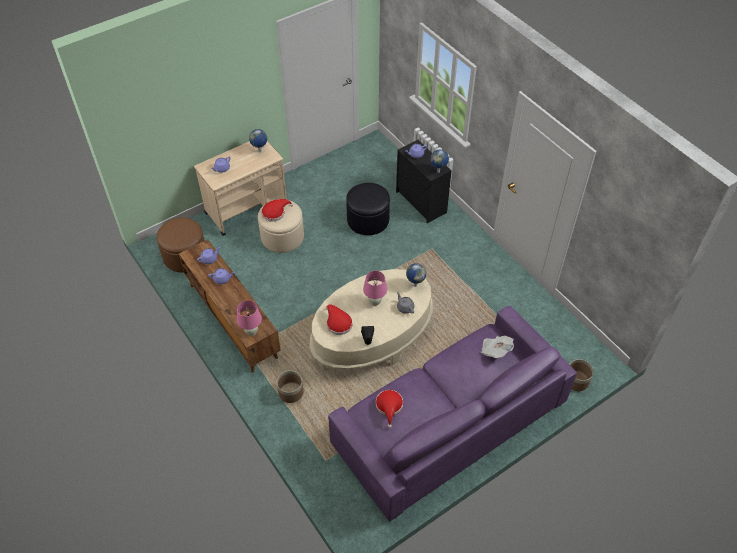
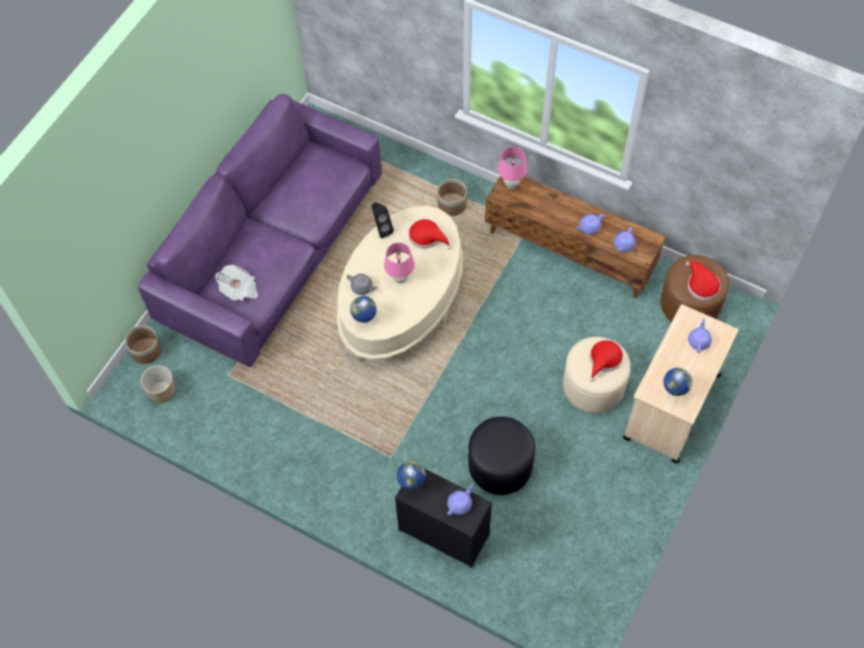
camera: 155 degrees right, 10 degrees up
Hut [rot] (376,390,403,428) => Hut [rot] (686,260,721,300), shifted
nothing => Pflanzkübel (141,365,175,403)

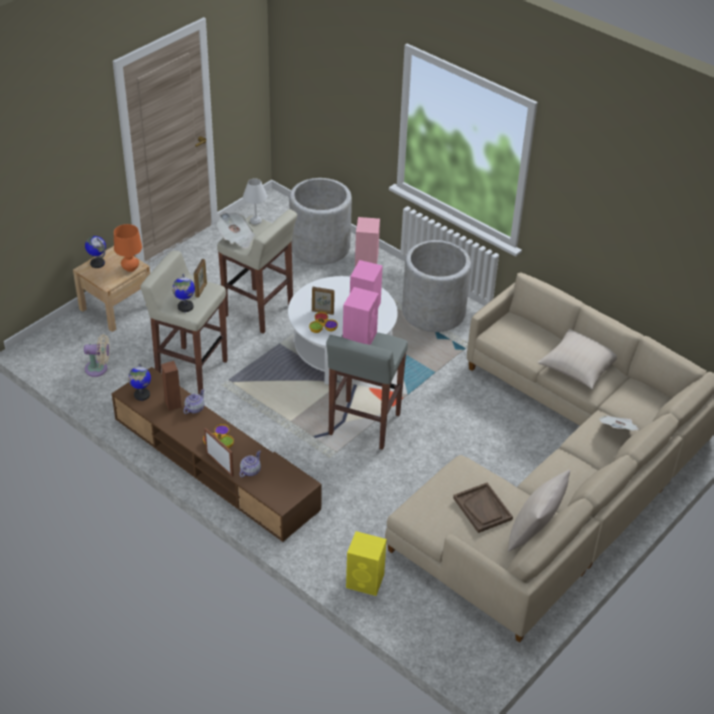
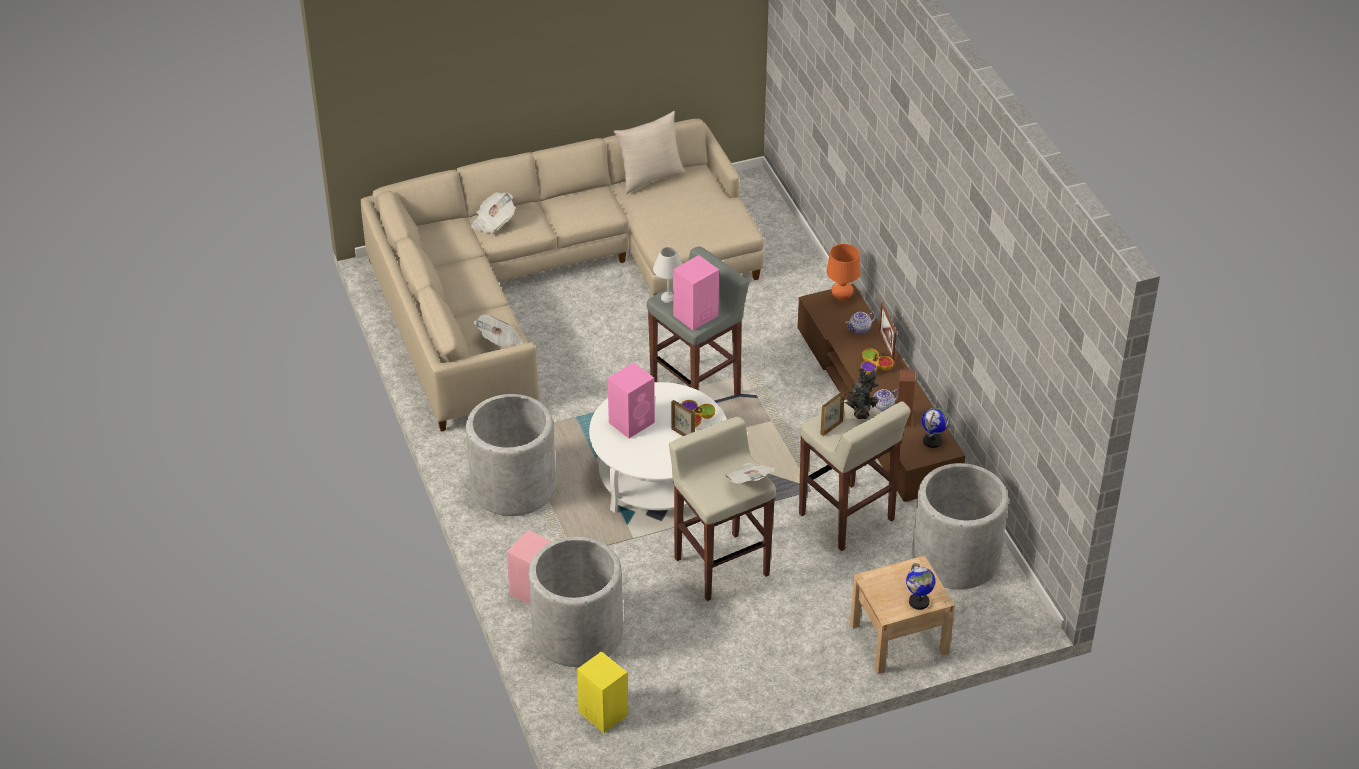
camera: 150 degrees left, 0 degrees up
Ventilator [beige] (84,334,110,377) => Pflanzkübel [grau] (912,463,1008,589)
Tischlampe [orange] (114,224,142,272) => Tischlampe [orange] (826,244,860,301), shifted
Globus (172,274,195,312) => Topfpflanze (844,368,879,419)
Tischlampe [weiß] (243,178,267,225) => Tischlampe [weiß] (653,247,682,303), shifted
Lautsprecher [gelb] (346,531,387,596) => Lautsprecher [gelb] (577,651,628,733), shifted
Tablett [braun] (453,483,513,533) => nothing
Kissen [beige] (537,329,617,389) => nothing
nothing => Zeitung (474,314,524,347)

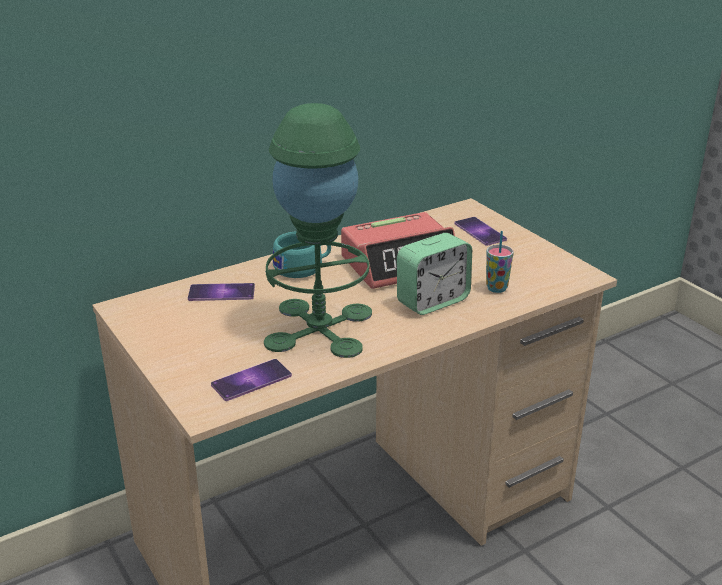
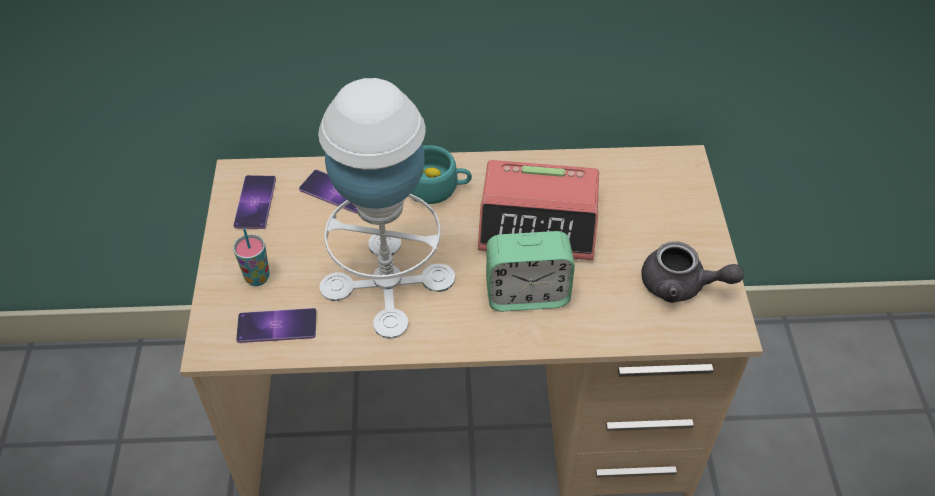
camera: 30 degrees right, 20 degrees up
Tischlampe [grün] (264,103,372,358) => Tischlampe [weiß] (318,78,455,339)
Handy (454,217,507,246) => Handy (233,175,276,229), shifted
Tasse (486,231,514,293) => Tasse (233,228,270,286), shifted
nothing => Teekanne [grau] (641,241,744,303)

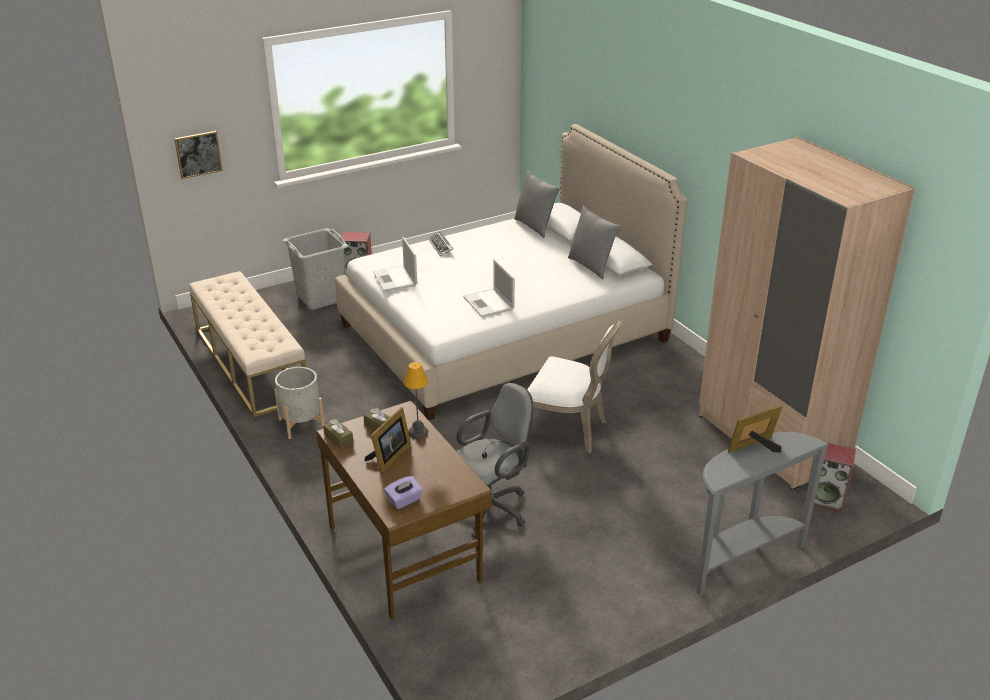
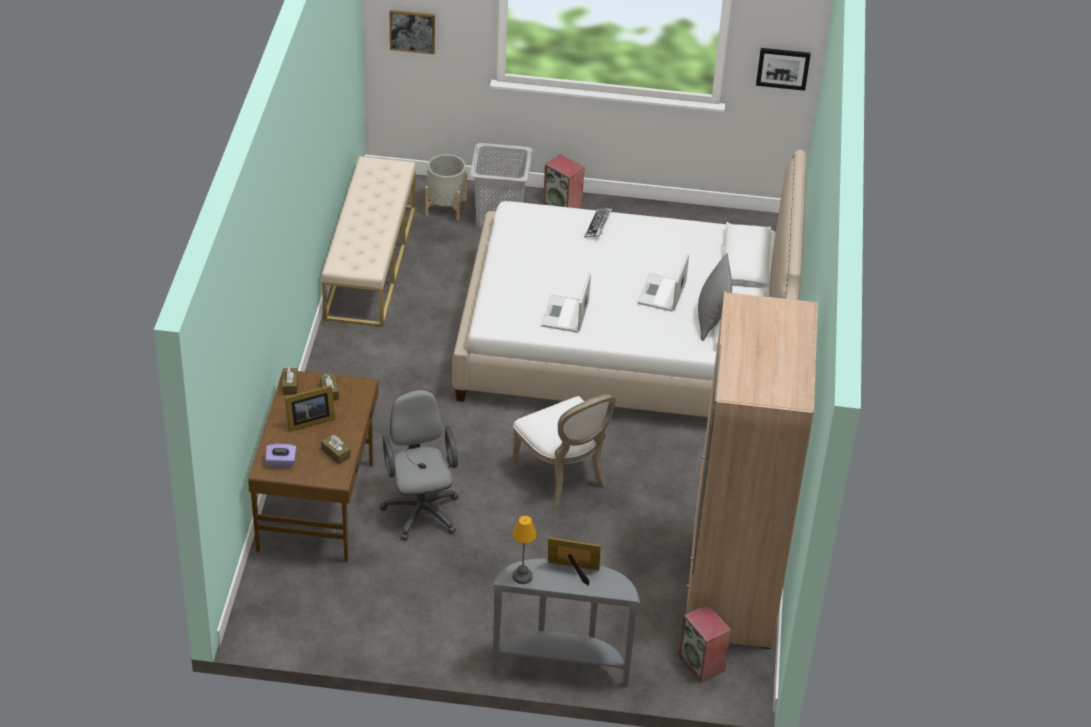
camera: 35 degrees right, 10 degrees up
Pflanzkübel [grau] (274,367,324,439) => Pflanzkübel [grau] (425,154,467,220), shifted
Laptop (373,237,417,292) => Laptop (637,253,689,311), shifted
Tischlampe (404,362,428,439) => Tischlampe (512,516,537,584), shifted
Bürostuhl [grau] (456,383,533,538) => Bürostuhl [grau] (380,389,459,541), 105 degrees counterclockwise
Kissen [grau] (514,170,560,238) => nothing
nothing => Taschentuchbox [braun] (321,435,350,464)
nothing => Bild (756,48,811,91)

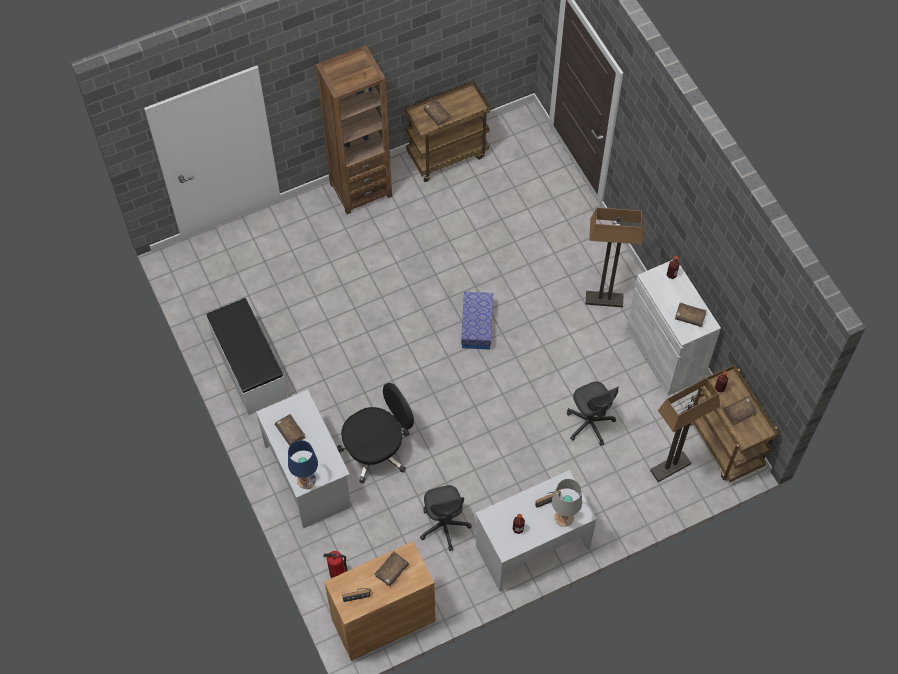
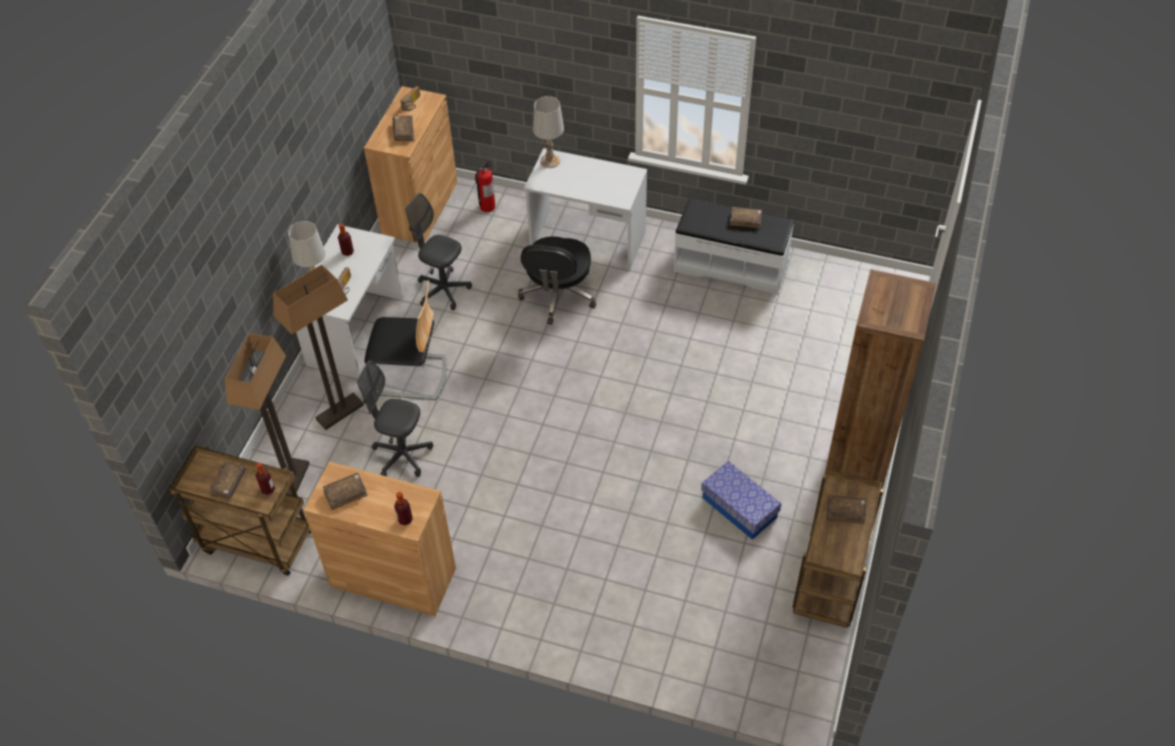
camera: 135 degrees right, 10 degrees down
Buch [braun] (275,414,306,446) => Buch [braun] (730,207,762,229), shifted
Tischlampe [blau] (288,440,318,489) => Tischlampe [weiß] (533,96,564,168)
Aufbewahrungsbox (461,292,493,350) => Aufbewahrungsbox (701,461,781,540), shifted
Stehlampe (586,207,643,307) => Stehlampe (273,265,364,430), shifted
Schrank [weiß] (626,260,721,396) => Schrank [braun] (303,461,456,616)
nothing => Stuhl (364,280,447,400)

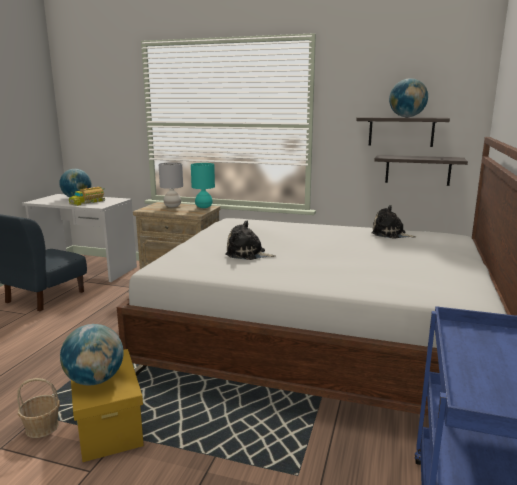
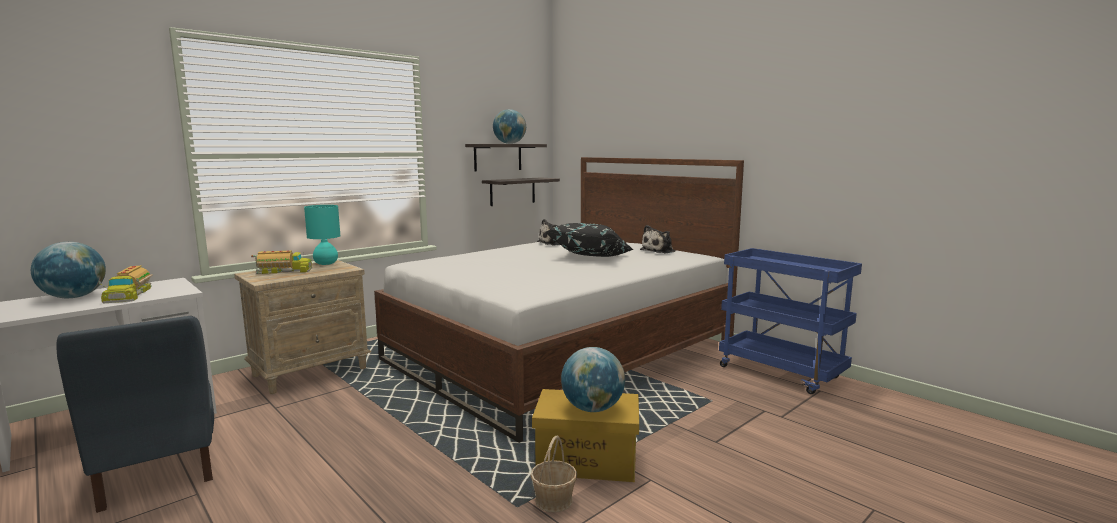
camera: 60 degrees left, 5 degrees down
Tischlampe [grau] (159,162,183,208) => Spielzeuglaster (251,250,312,274)
Plüschtier (225,221,276,260) => Plüschtier (640,225,675,254), shifted
nothing => Kissen [schwarz] (546,223,633,257)

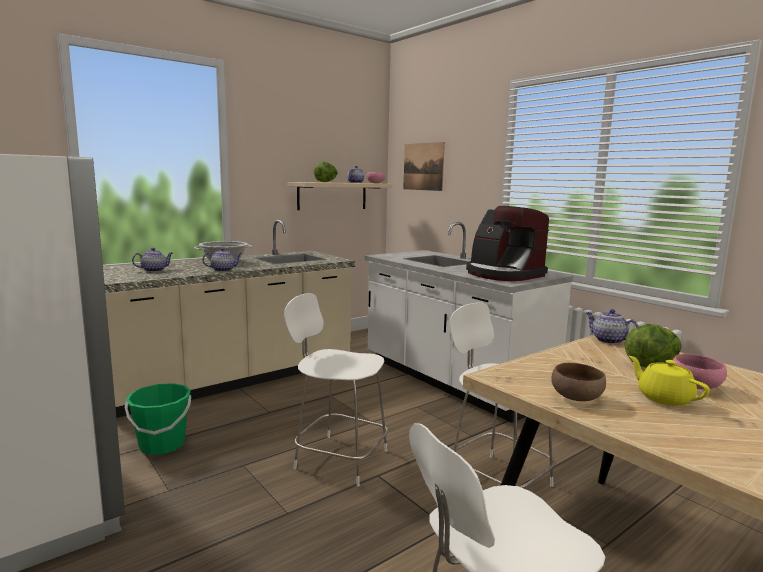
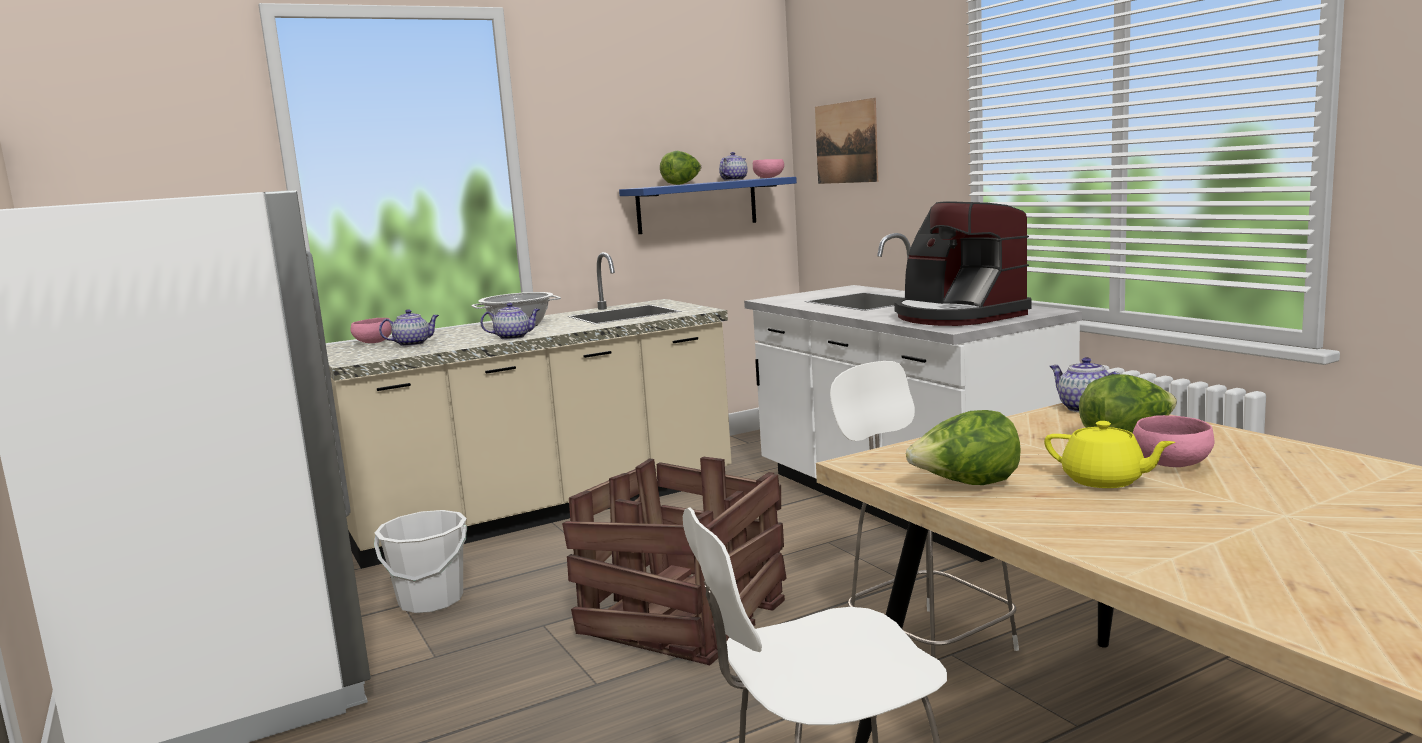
camera: 10 degrees right, 0 degrees up
Eimer [grün] (125,383,191,455) => Eimer [weiß] (374,510,467,613)
Stuhl [weiß] (284,293,388,486) => Kiste (562,456,787,665)
Wandregal [beige] (288,182,392,210) => Wandregal [blau] (619,177,797,234)
Schüssel [braun] (551,363,606,401) => Salatkopf (906,410,1021,485)
Teekanne [gelb] (629,356,710,406) => Teekanne [gelb] (1044,421,1176,488), 150 degrees clockwise
nothing => Schüssel [rosa] (351,318,392,343)

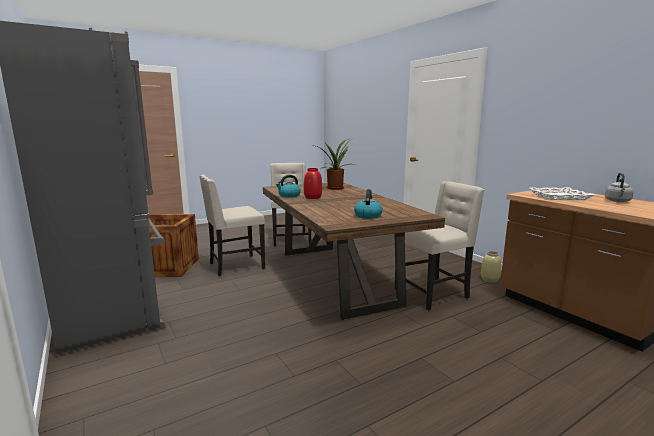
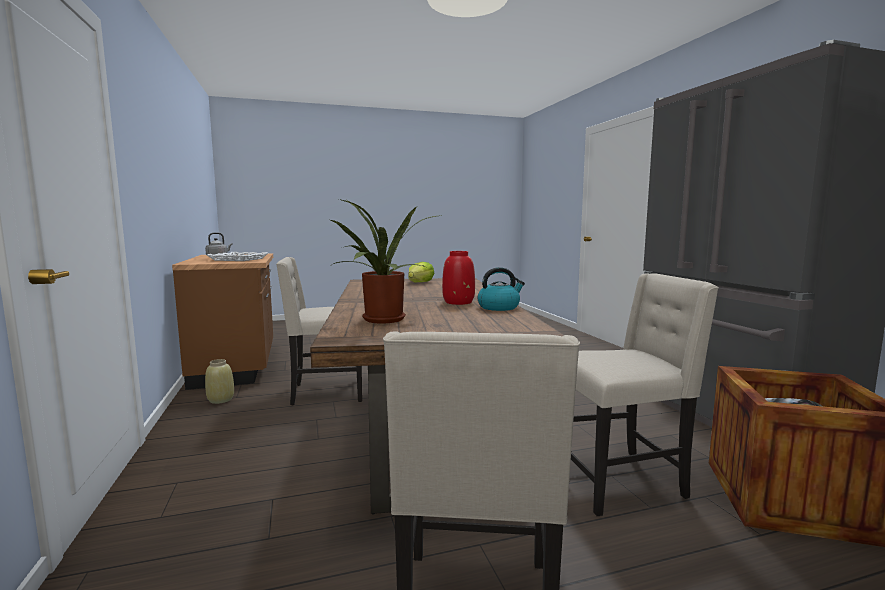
camera: 165 degrees left, 5 degrees down
Wasserkessel (354,189,383,219) => Salatkopf (408,262,435,282)

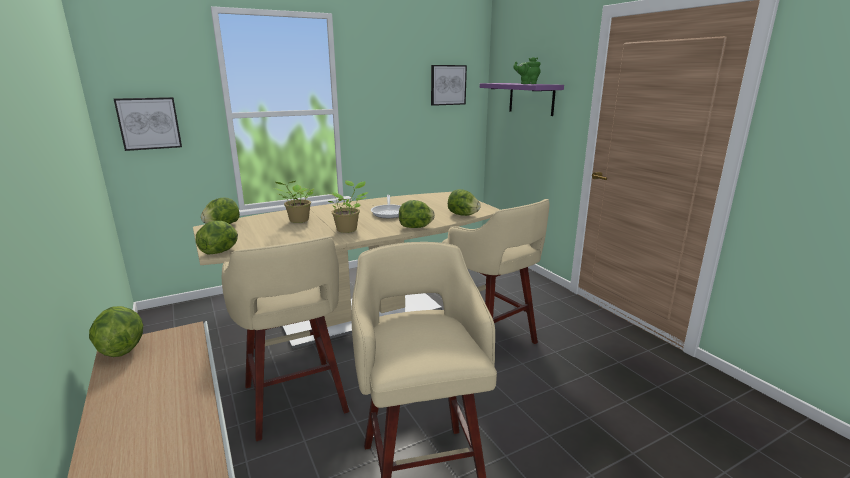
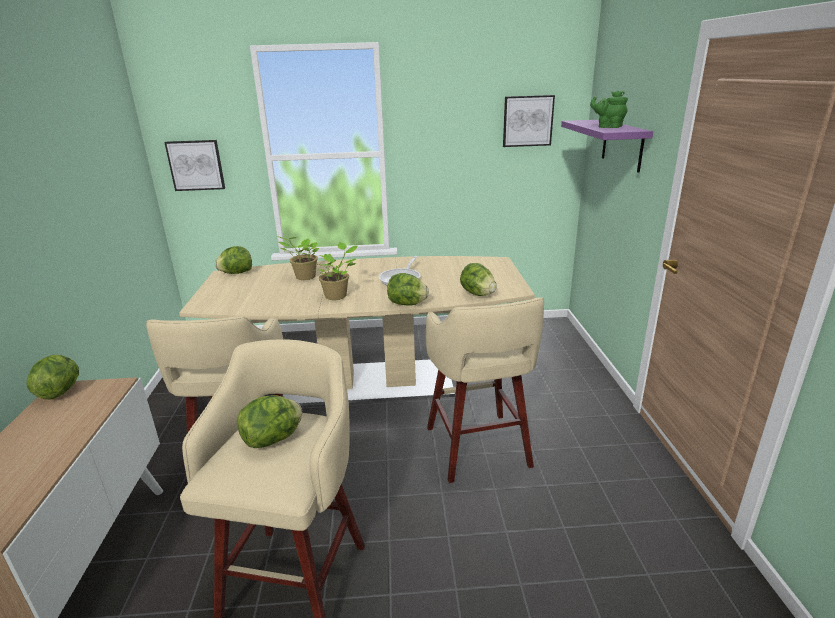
camera: 25 degrees right, 5 degrees up
Salatkopf (196,221,238,255) => Salatkopf (237,395,302,448), shifted

